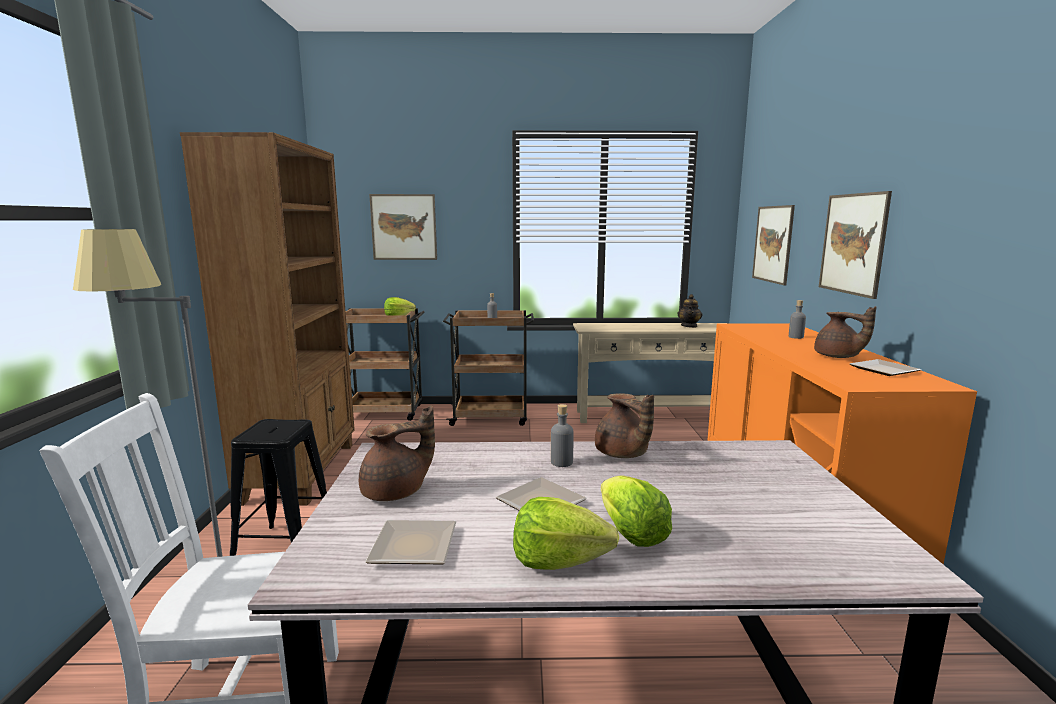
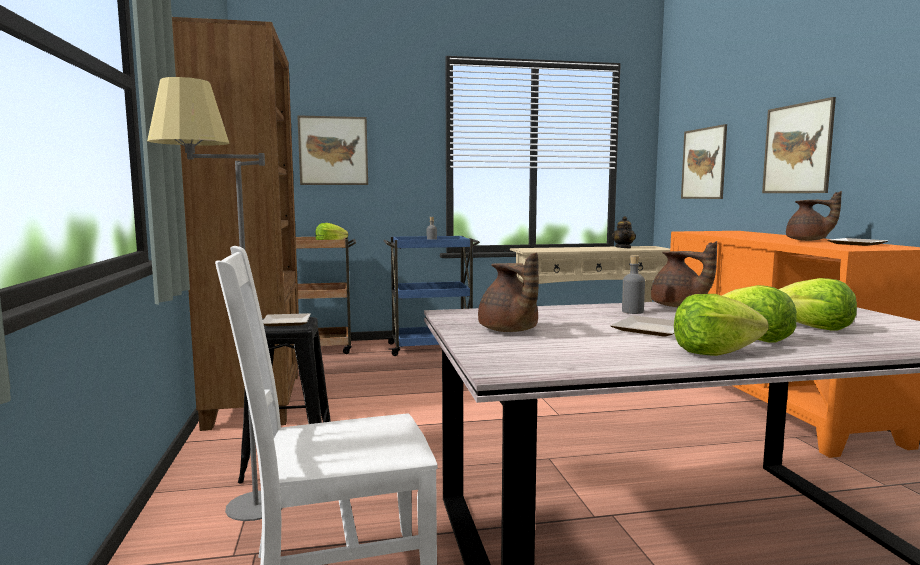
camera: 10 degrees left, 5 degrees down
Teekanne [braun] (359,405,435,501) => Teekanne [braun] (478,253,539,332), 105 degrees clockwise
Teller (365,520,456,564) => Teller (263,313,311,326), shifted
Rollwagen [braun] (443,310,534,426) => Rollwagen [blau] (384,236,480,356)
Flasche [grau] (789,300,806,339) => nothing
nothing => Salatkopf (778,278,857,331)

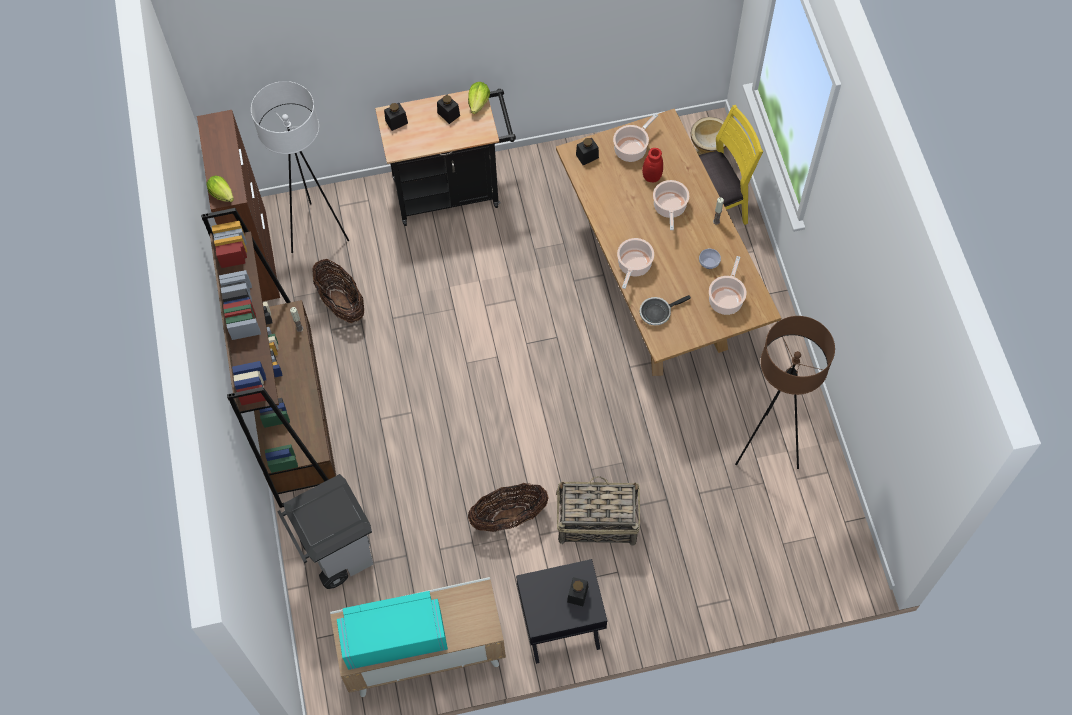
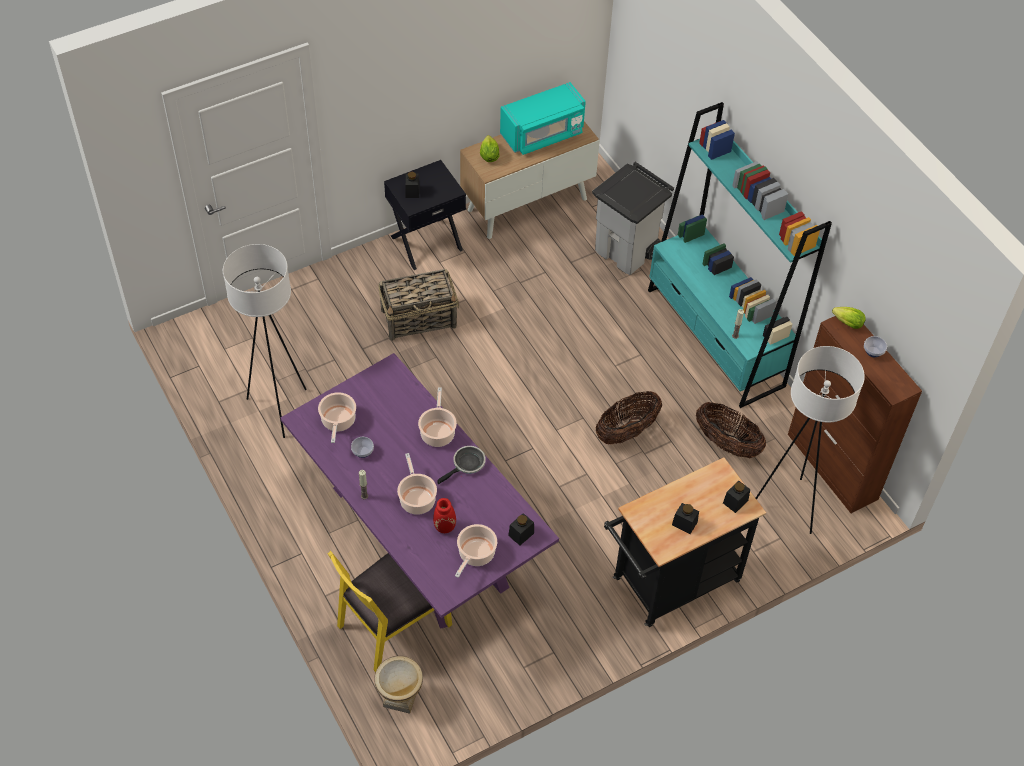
camera: 160 degrees right, 10 degrees down
Bücherregal [braun] (201,208,336,508) => Bücherregal [türkis] (648,102,832,408)
Salatkopf (468,82,490,114) => Salatkopf (480,135,500,162), shifted
Korb (468,483,549,532) => Korb (596,391,662,444), shifted
Esstisch [braun] (556,109,781,376) => Esstisch [lila] (280,353,559,629)
Pfanne (640,295,691,325) => Pfanne (437,446,486,484), shifted
Stehlampe [braun] (735,316,835,469) => Stehlampe [weiß] (223,244,307,438)
nothing => Schüssel (864,336,887,357)

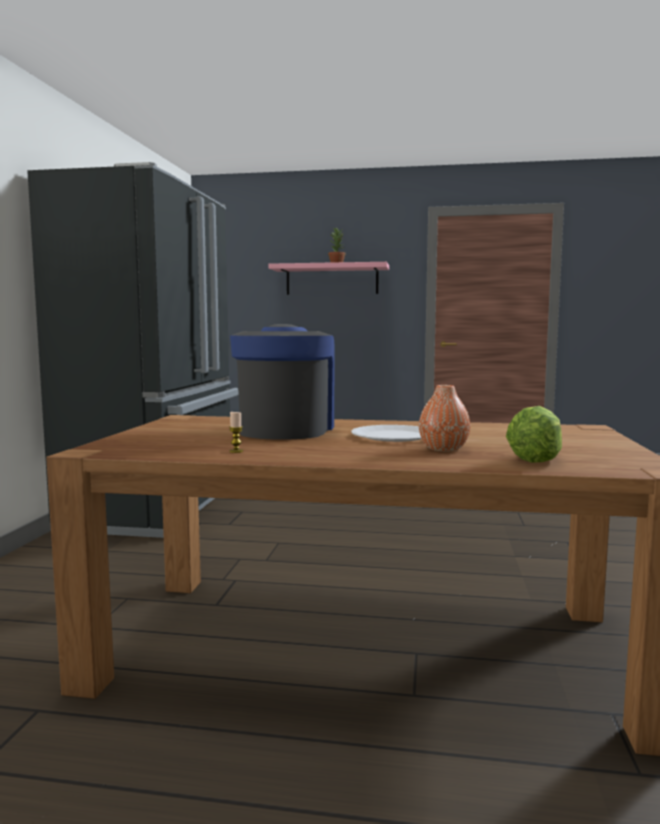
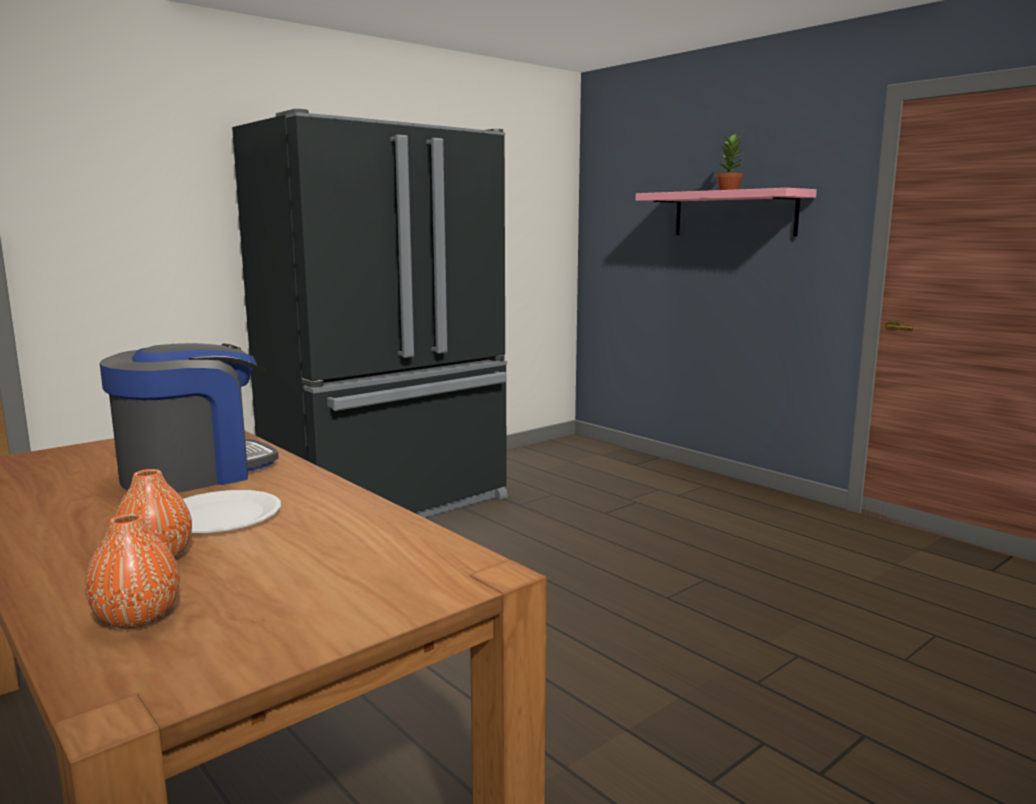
camera: 40 degrees right, 5 degrees up
Kerze (229,411,243,453) => nothing
Salatkopf (506,406,562,463) => Vase [orange] (85,513,180,629)

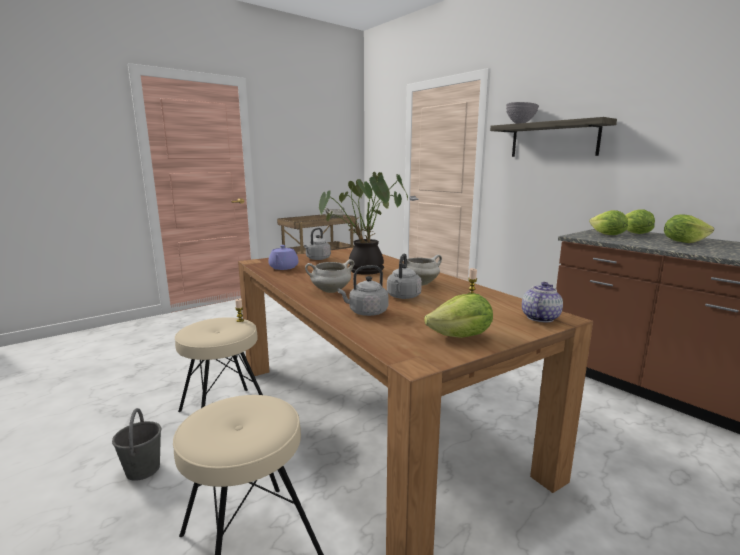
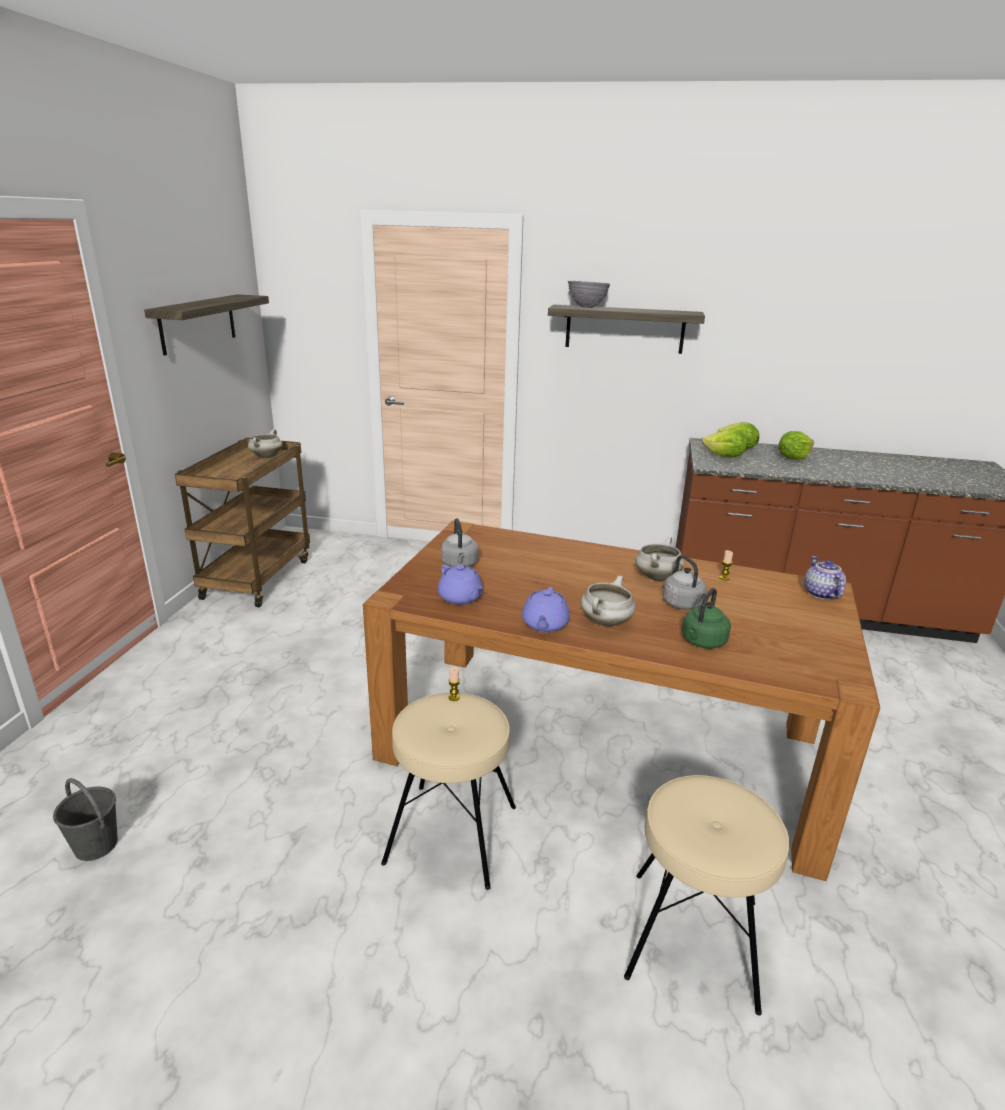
camera: 40 degrees left, 10 degrees up
Eimer [grau] (112,408,161,481) => Eimer [grau] (53,778,118,861), shifted
Topfpflanze (319,172,408,275) => nothing
Wasserkessel [grau] (338,265,389,316) => Wasserkessel [grün] (682,588,731,649)
Salatkopf (424,293,493,338) => nothing
nothing => Wandregal (144,294,269,356)
nothing => Teekanne [lila] (522,587,570,632)

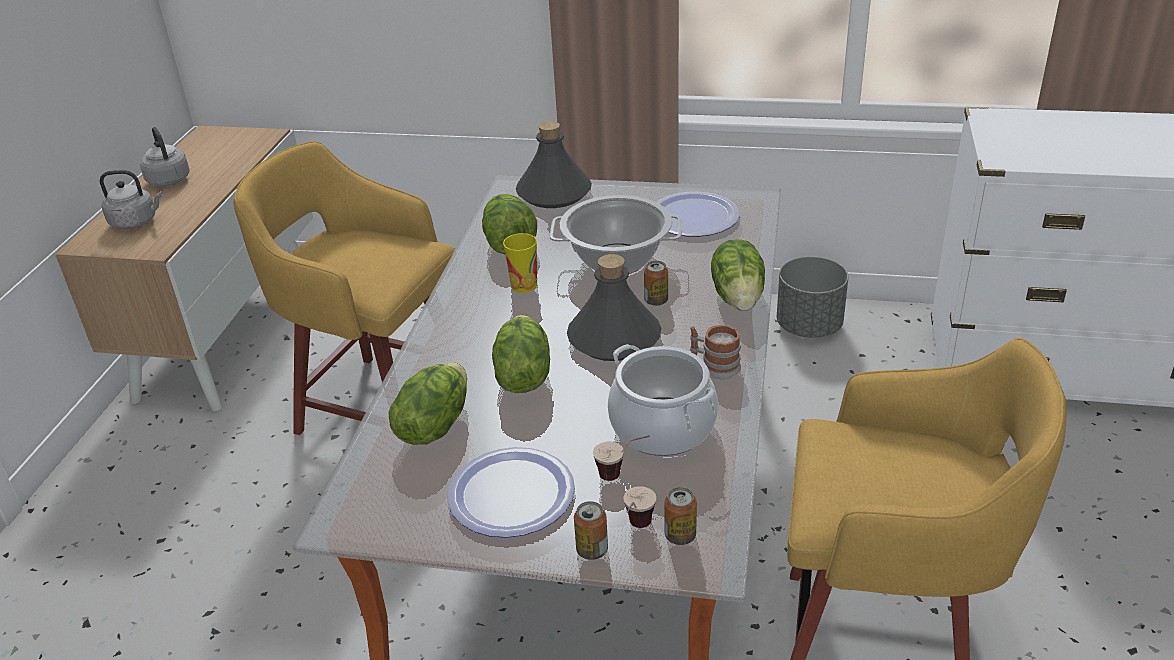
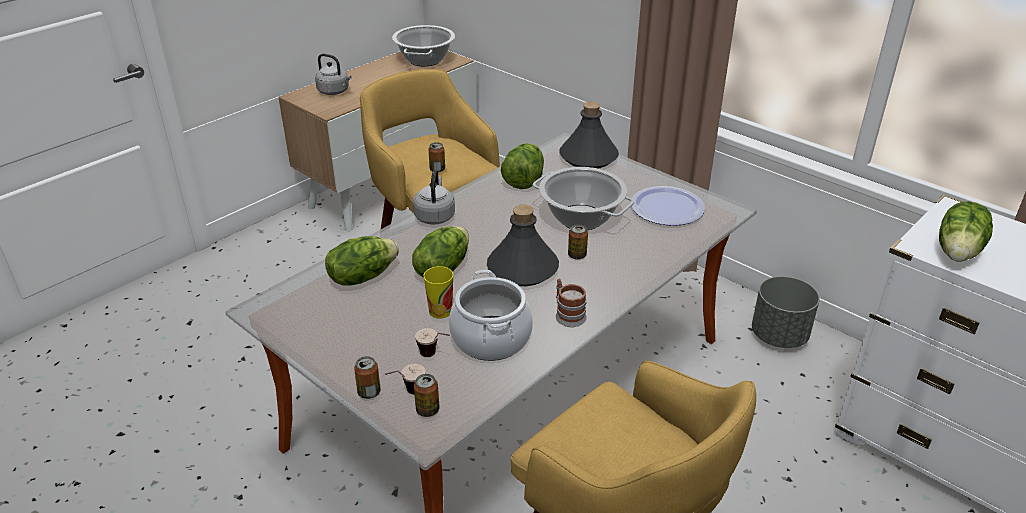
camera: 30 degrees right, 0 degrees up
Wasserkessel [grau] (140,127,189,186) => Wasserkessel [grau] (413,169,455,225), shifted
Teller (447,447,575,538) => nothing
Tasse (503,233,537,293) => Tasse (423,266,453,319), shifted
Salatkopf (711,239,765,311) => Salatkopf (939,201,993,262), shifted
nothing => Kochtopf (392,25,455,66)
nothing => Dose (429,142,445,173)

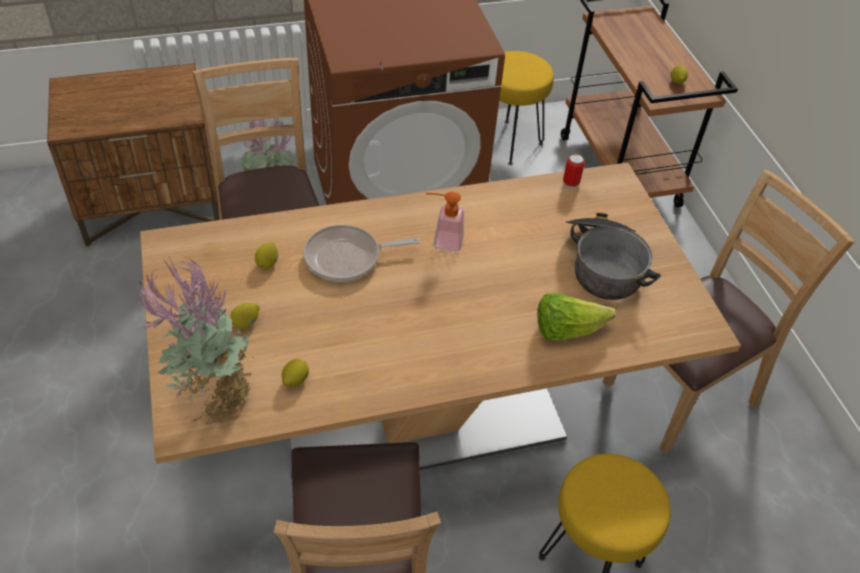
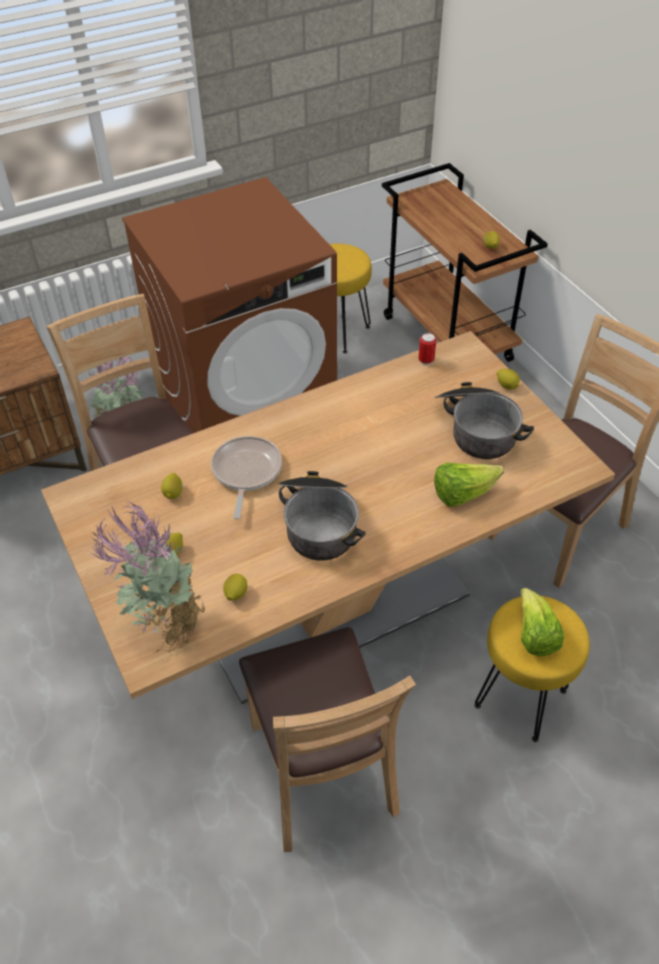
camera: 10 degrees left, 0 degrees up
Pfanne (303,224,419,282) => Pfanne (211,436,282,519), 120 degrees clockwise
Seifenspender (426,192,464,252) => nothing
nothing => Kochtopf (278,471,366,560)
nothing => Zitrone (497,369,520,389)
nothing => Salatkopf (520,588,564,656)

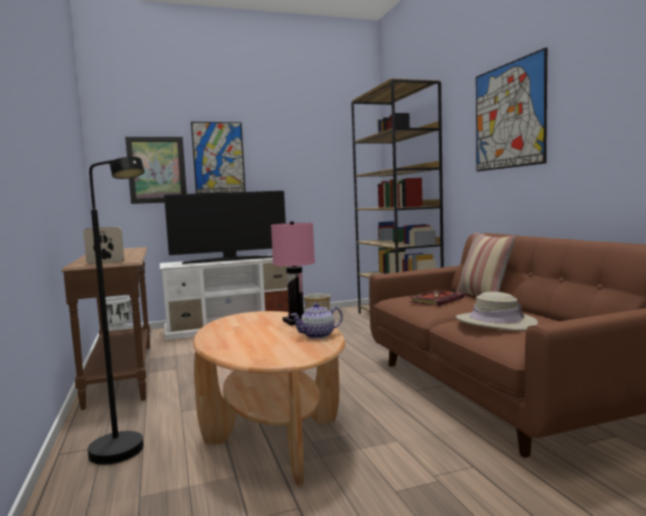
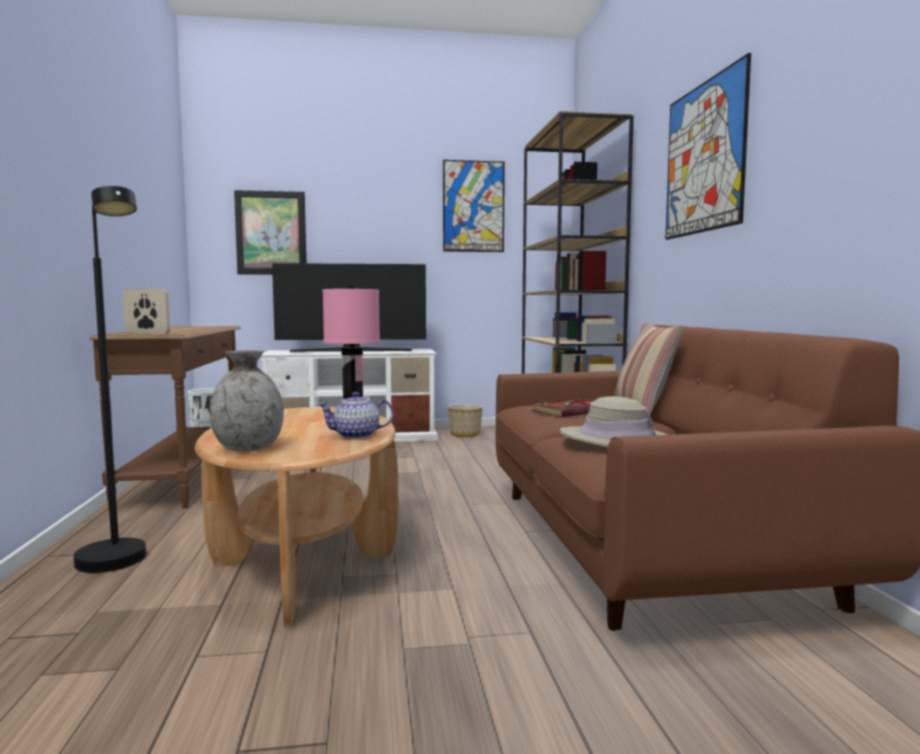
camera: 10 degrees right, 0 degrees up
Bild (191,122,246,194) => Bild (443,160,505,252), shifted
nothing => Vase [grau] (209,350,284,451)

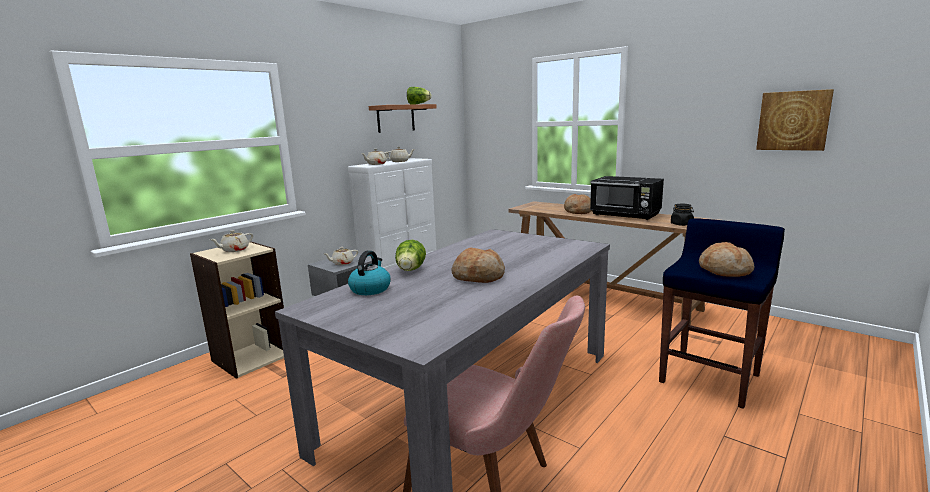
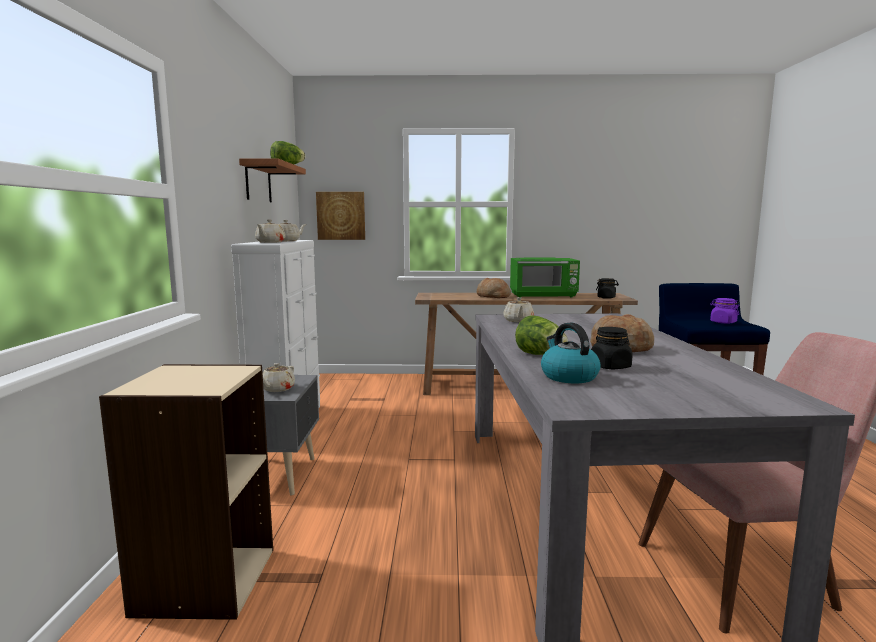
camera: 40 degrees left, 5 degrees down
Teekanne [beige] (209,230,253,252) => Teekanne [beige] (503,297,534,323), shifted
Mikrowelle [schwarz] (590,176,664,220) => Mikrowelle [grün] (510,258,580,298)
Brot (699,242,754,277) => Vorratsglas [lila] (710,298,739,324)
Bild (756,89,834,151) => Bild (316,192,365,240), shifted
nothing => Vorratsglas [schwarz] (591,327,633,369)

